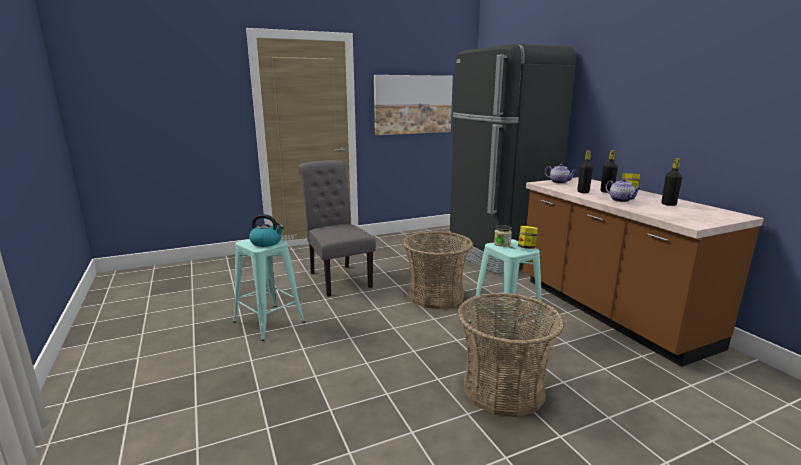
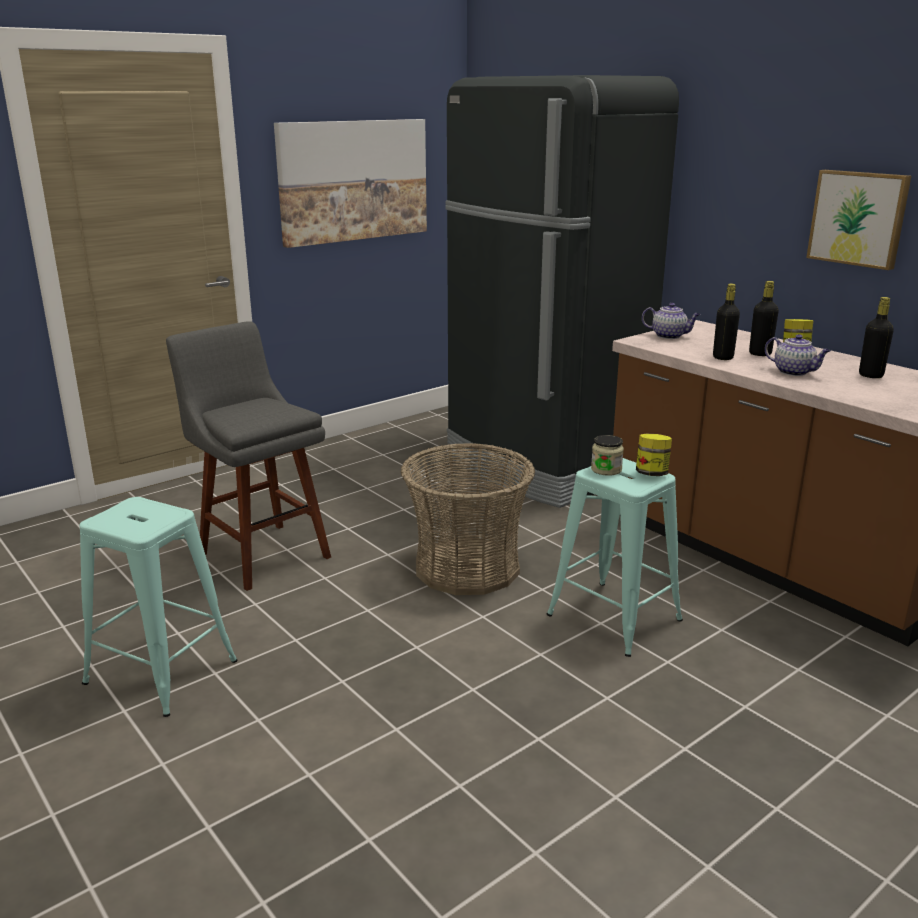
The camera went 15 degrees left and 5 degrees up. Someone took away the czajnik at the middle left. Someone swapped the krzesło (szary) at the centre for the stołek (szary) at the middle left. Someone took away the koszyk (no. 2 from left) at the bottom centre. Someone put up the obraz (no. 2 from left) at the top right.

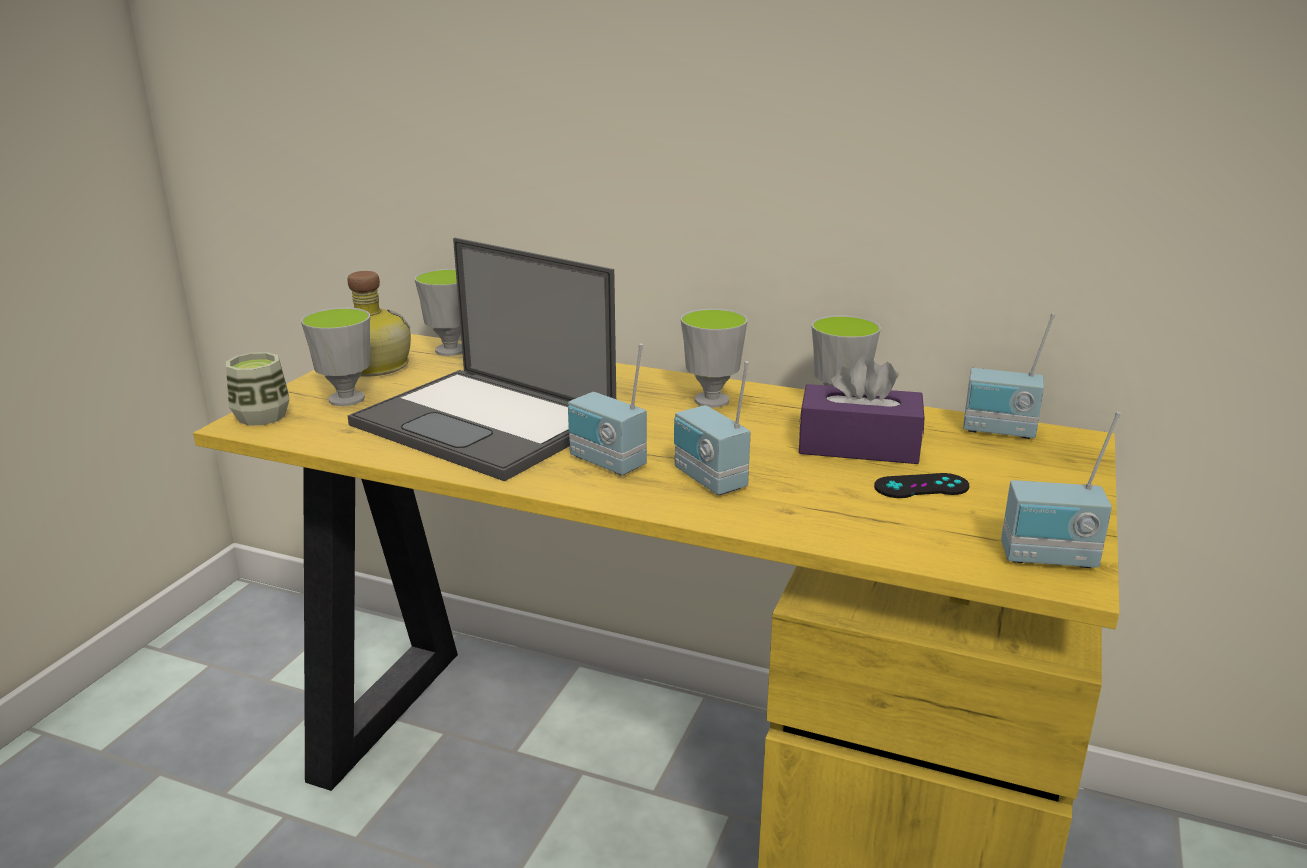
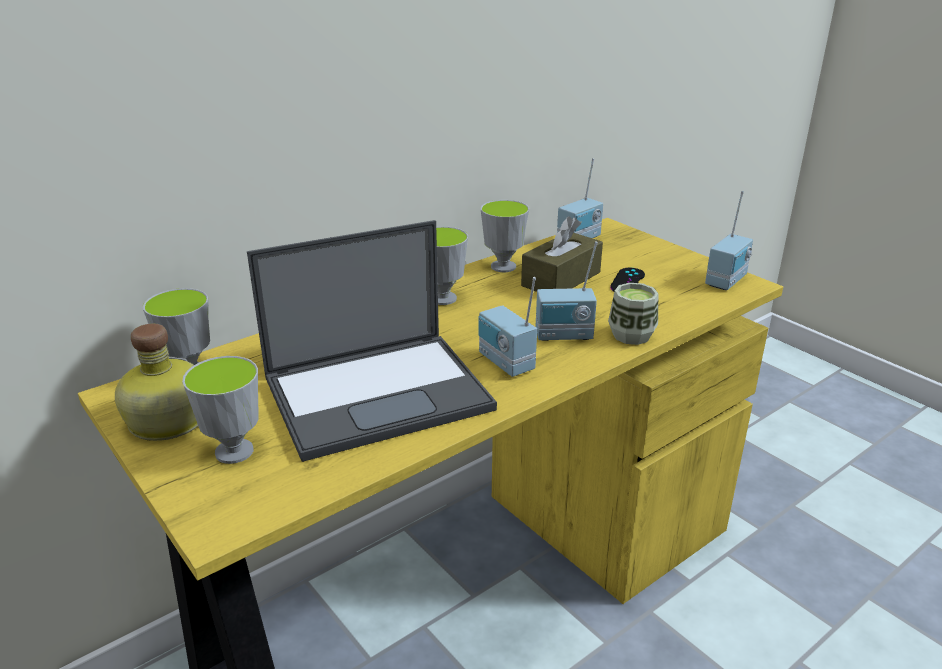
The camera went 60 degrees left and 5 degrees up. Someone carried the filiżanka (no. 1 from left in the first image) from the middle left to the middle right. Someone rotated the radio (no. 1 from left) at the centre by 75 degrees clockwise. Someone repainted the pudełko chusteczek (fioletowy) at the centre, which became the pudełko chusteczek (brązowy) at the centre.

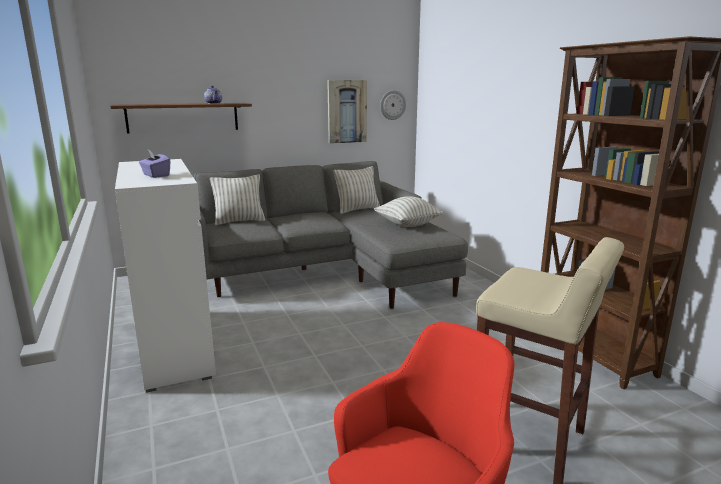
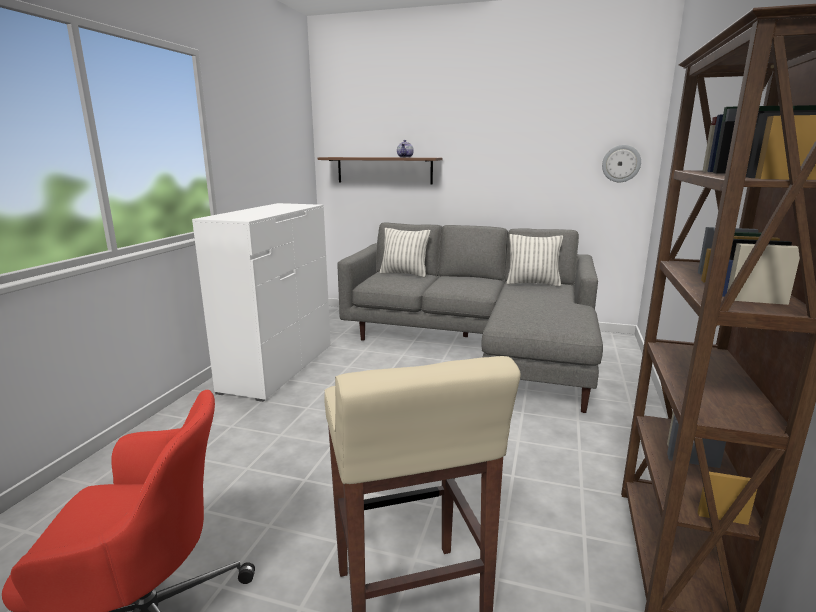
The camera went 40 degrees right and 0 degrees up. Someone took away the pudełko chusteczek (fioletowy) at the middle left. Someone took away the obraz at the top centre. Someone took away the poduszka (no. 3 from left) at the centre.

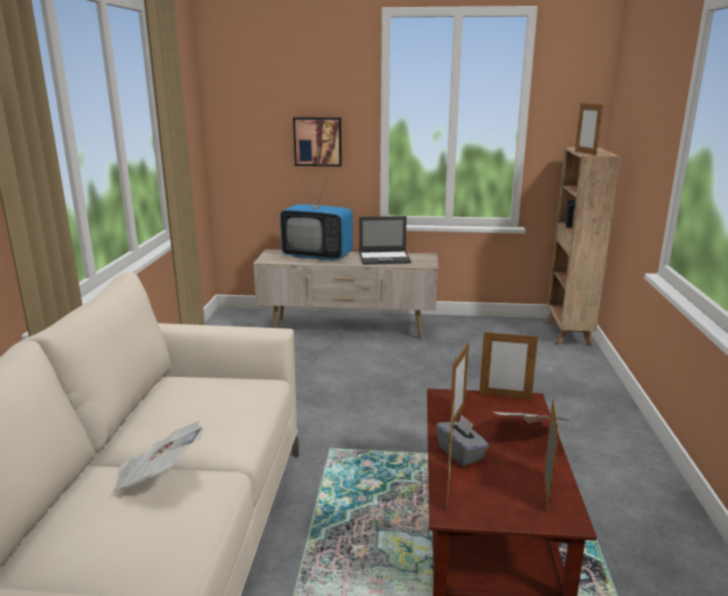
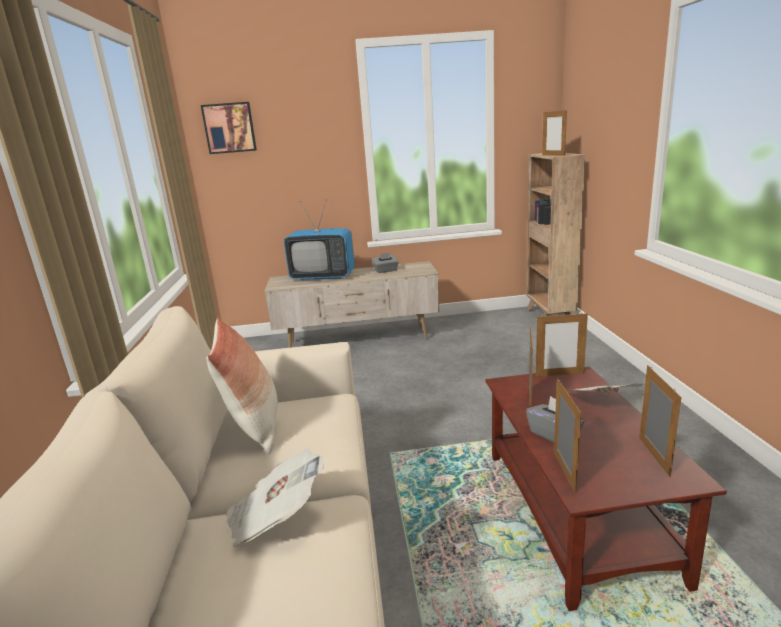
The camera went 10 degrees left and 0 degrees up. Someone carried the obraz from the top centre to the top left. Someone swapped the laptop at the centre for the pudełko chusteczek (szary) (no. 1 from left) at the centre. Someone put down the poduszka at the middle left.

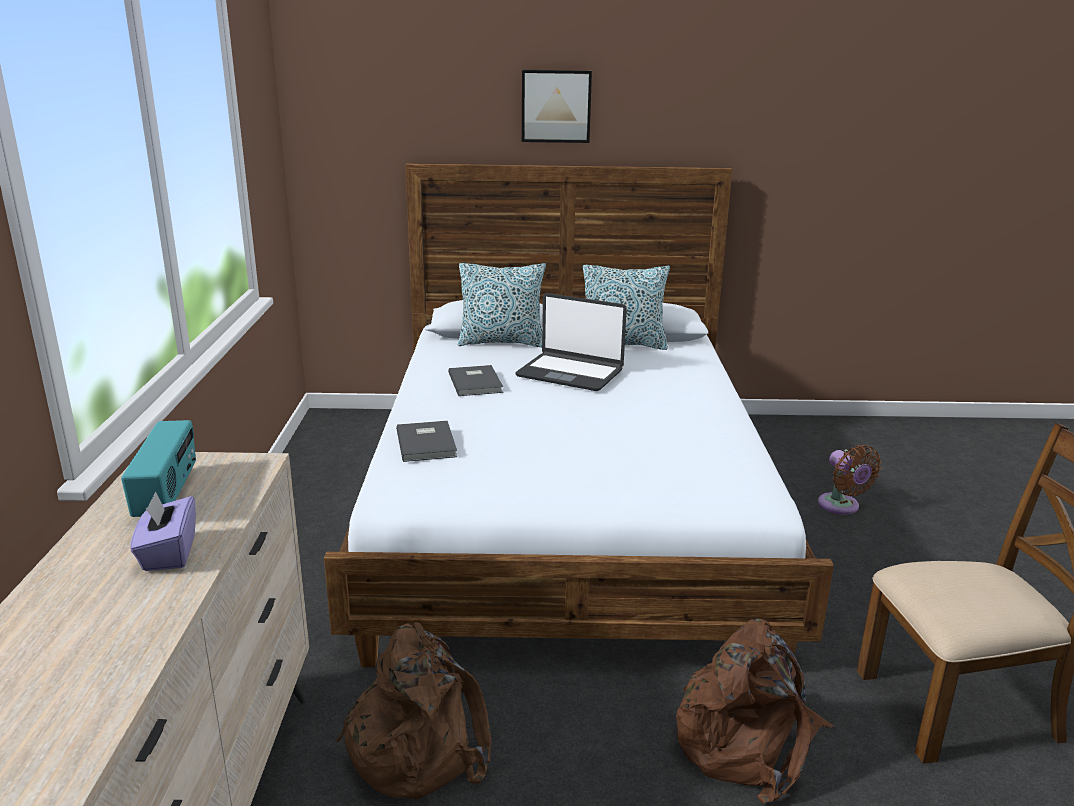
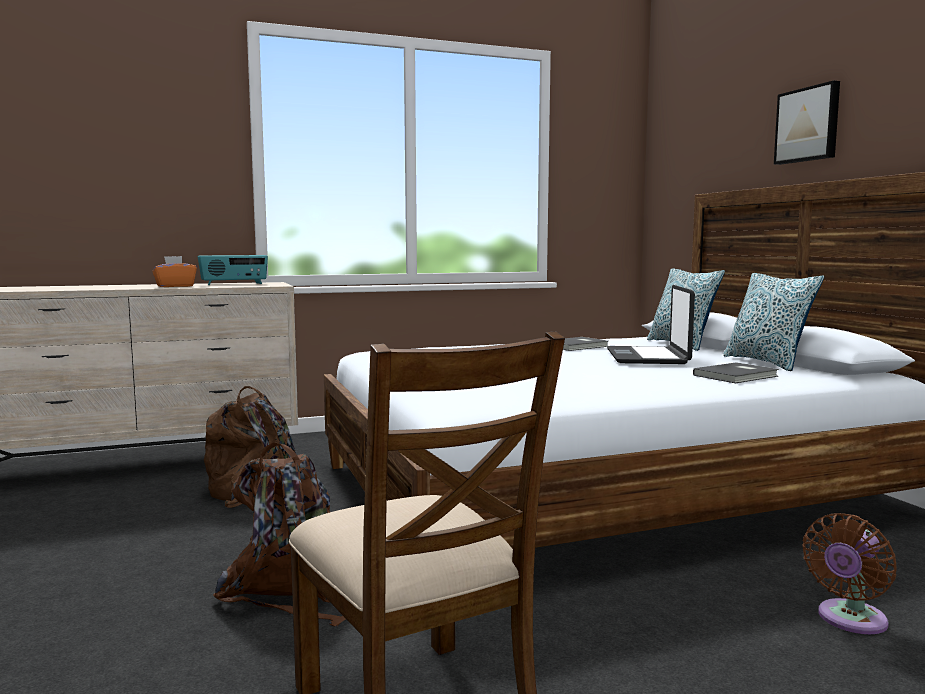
The camera went 70 degrees right and 15 degrees down. Someone repainted the pudełko chusteczek (fioletowy) at the middle left, which became the pudełko chusteczek (pomarańczowy) at the middle left. Someone carried the książka (szary) (no. 1 from left in the first image) from the centre to the middle right.

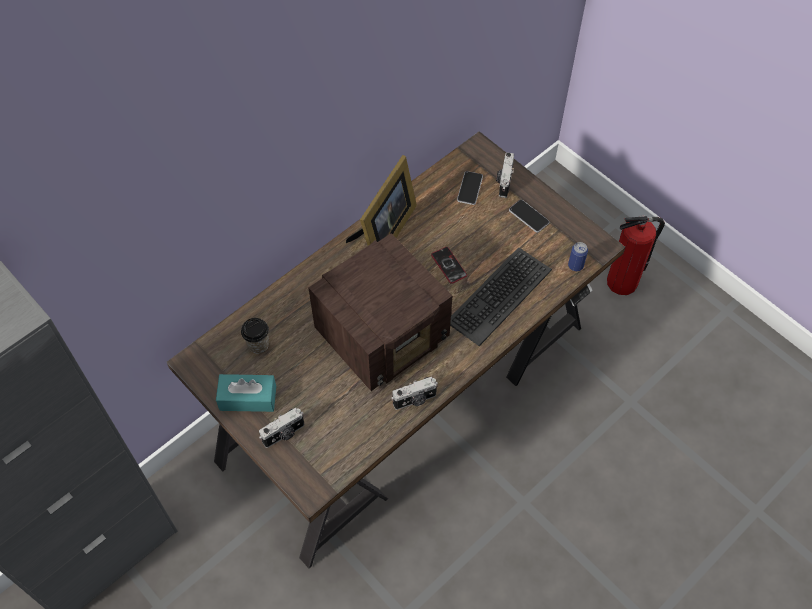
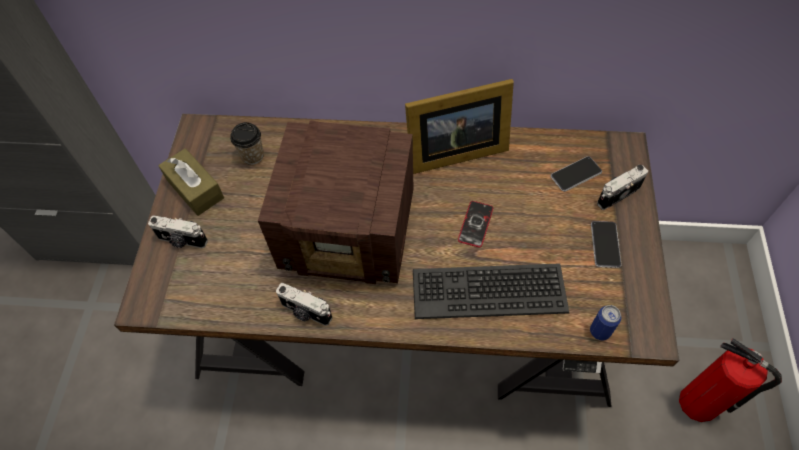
The camera went 50 degrees right and 0 degrees up. Someone repainted the pudełko chusteczek (turkusowy) at the middle left, which became the pudełko chusteczek (brązowy) at the middle left.

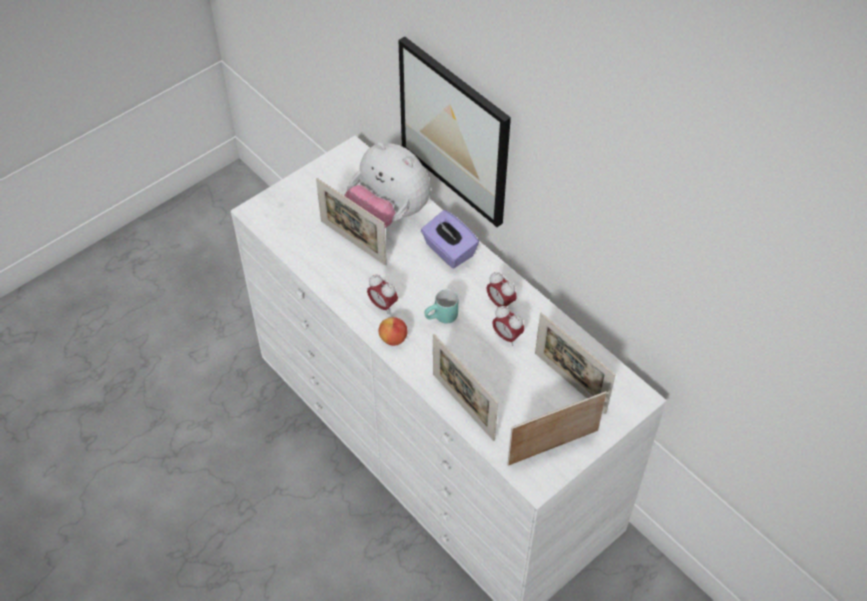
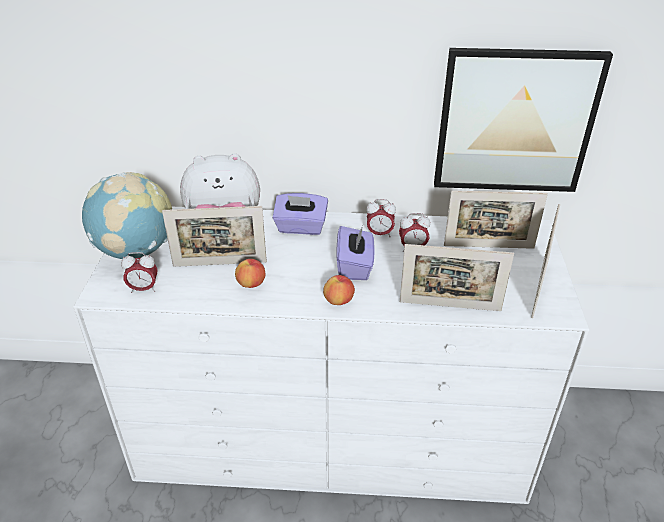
The camera went 45 degrees left and 15 degrees down. Someone carried the budzik (no. 1 from left) from the centre to the middle left. Someone carried the obraz from the top centre to the top right. Someone swapped the kubek (turkusowy) at the centre for the pudełko chusteczek (fioletowy) (no. 2 from left) at the centre. Someone put down the globus at the middle left. Someone put down the jabłko (no. 1 from left) at the centre.

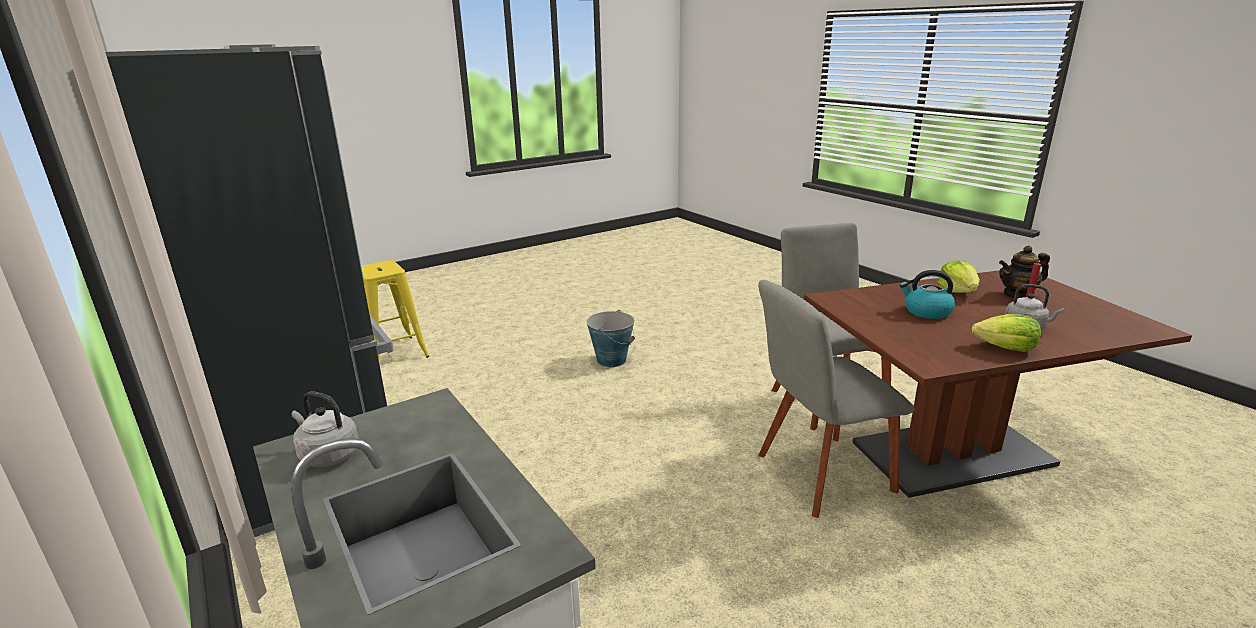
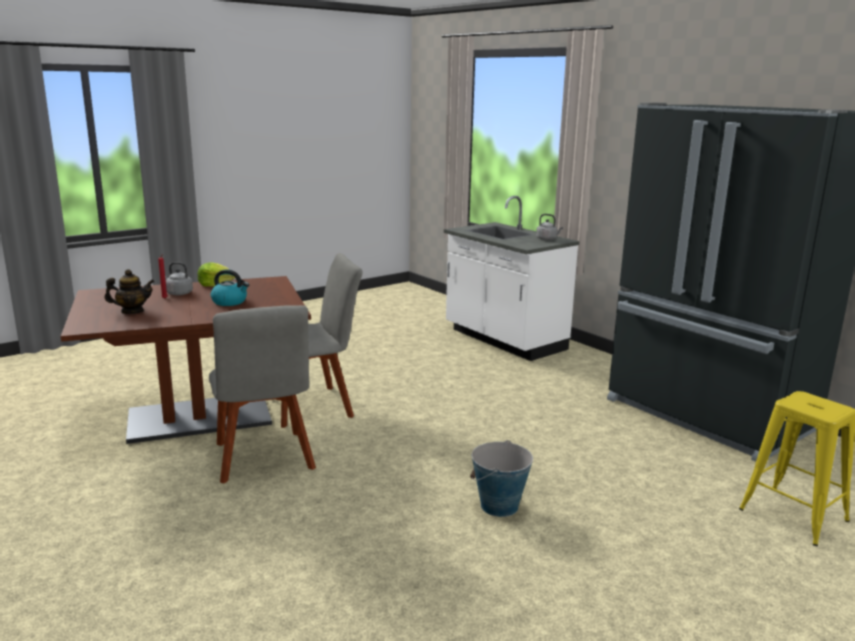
The camera went 175 degrees right and 5 degrees down. Someone took away the sałata (no. 1 from left) at the middle right.

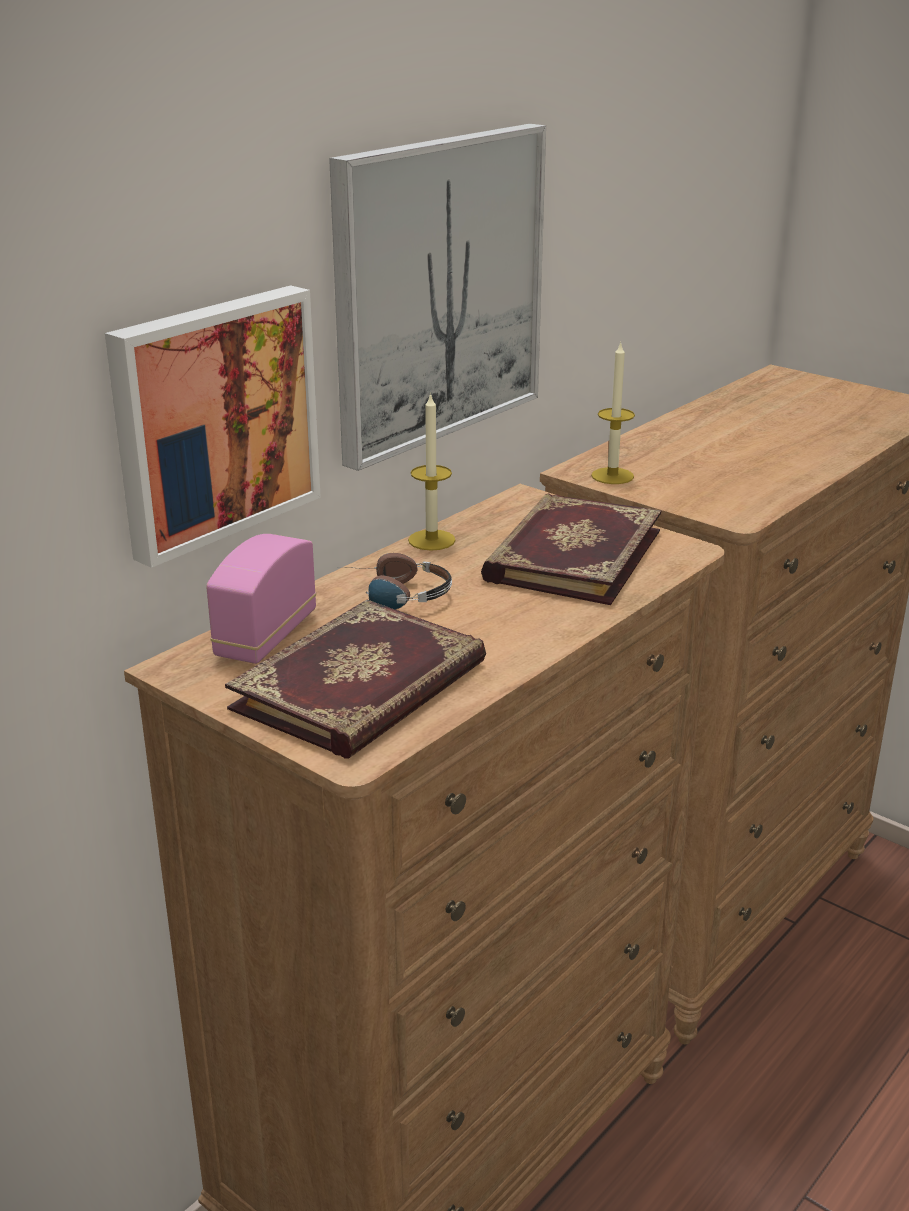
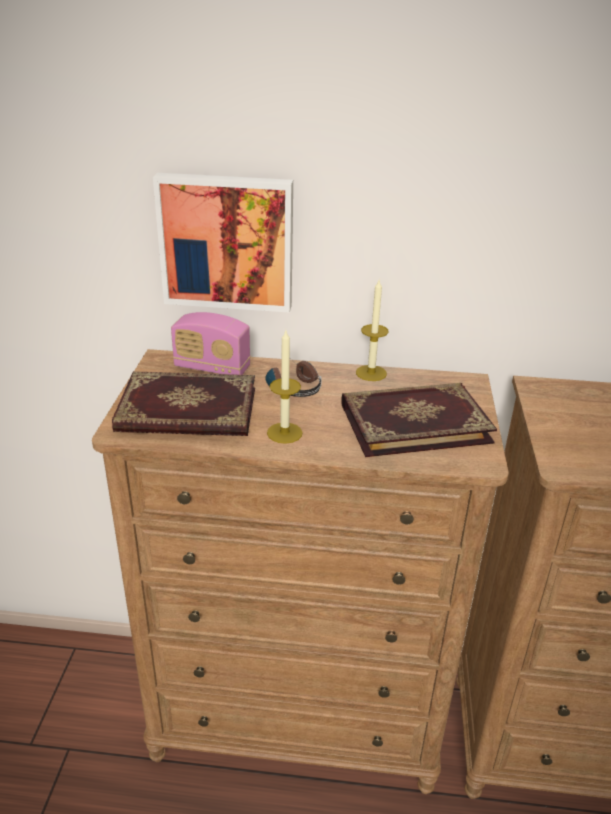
The camera went 55 degrees right and 5 degrees up. Someone rotated the radio at the middle left by 150 degrees counterclockwise. Someone took away the obraz (no. 2 from left) at the top centre. Someone carried the świeca (no. 2 from left in the first image) from the middle right to the centre.

